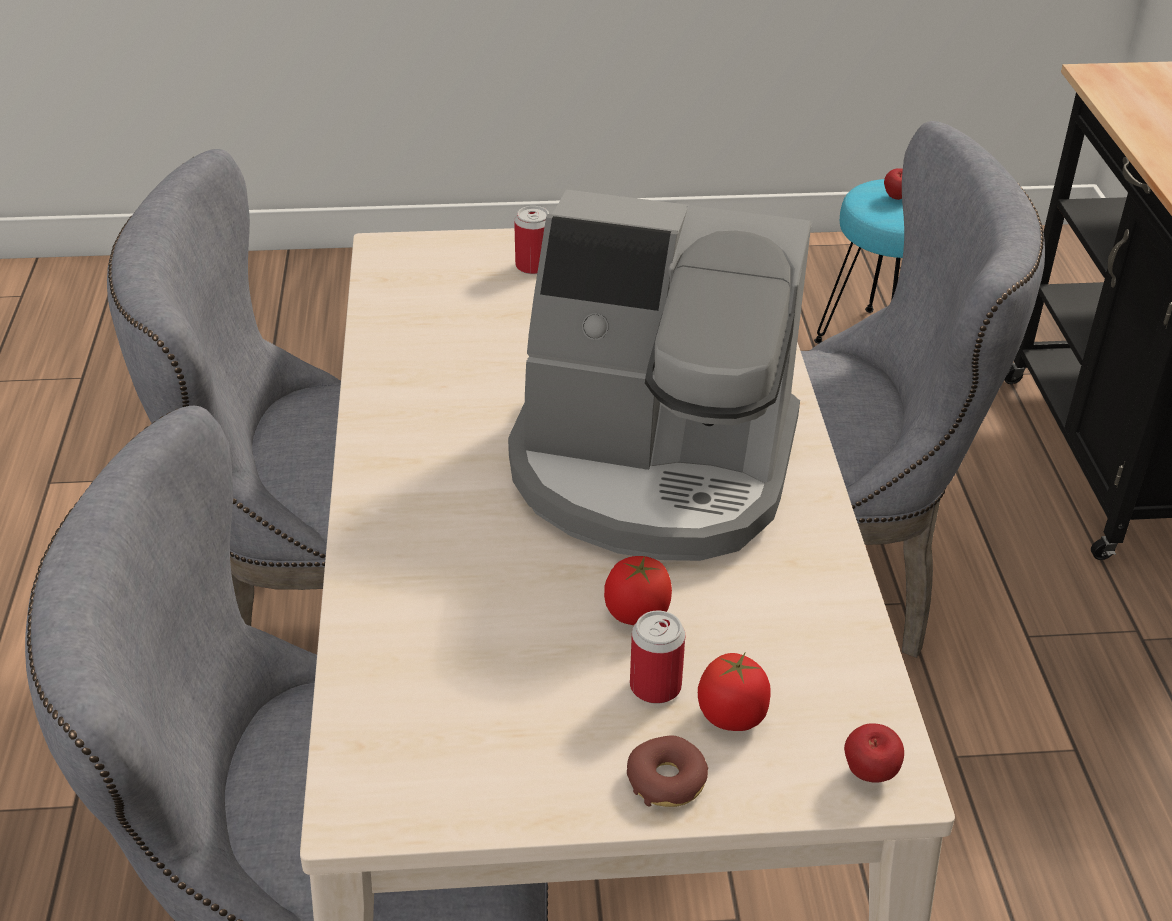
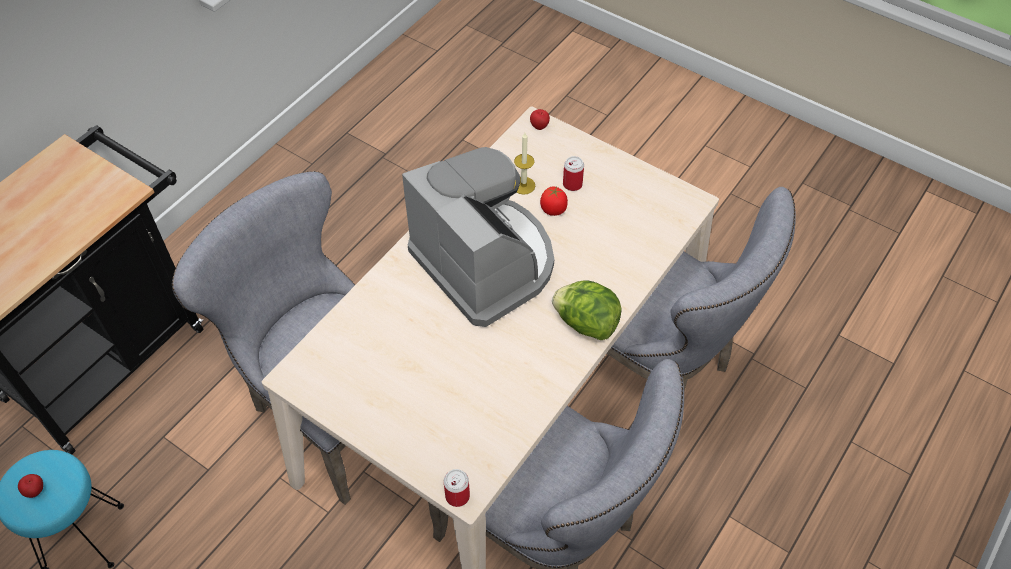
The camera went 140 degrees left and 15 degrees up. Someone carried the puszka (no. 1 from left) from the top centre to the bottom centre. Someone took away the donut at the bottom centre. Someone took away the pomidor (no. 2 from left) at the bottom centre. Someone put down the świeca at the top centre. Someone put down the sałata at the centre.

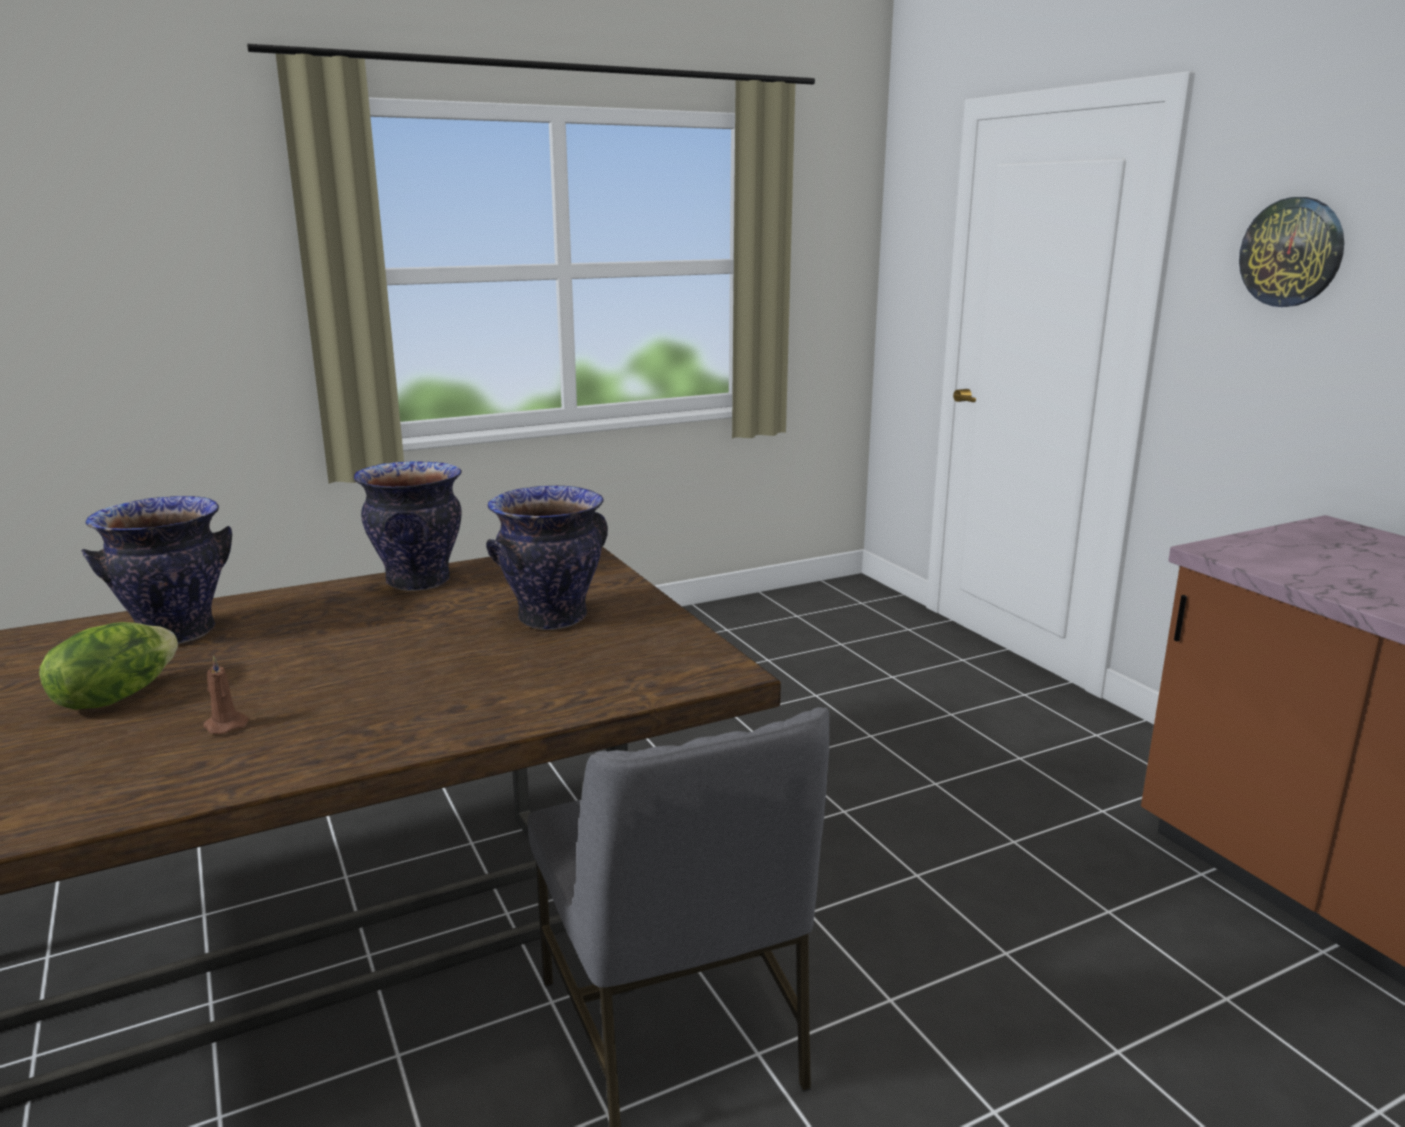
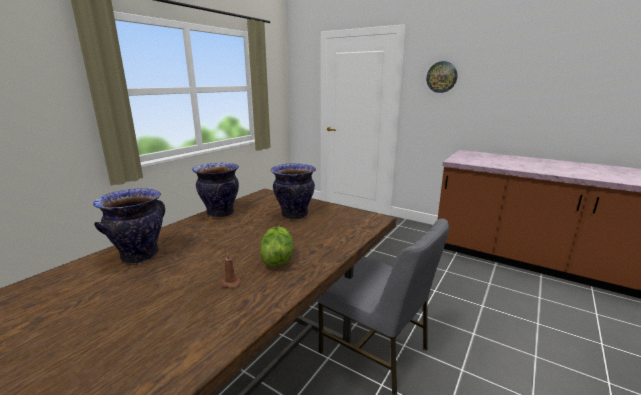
The camera went 30 degrees left and 0 degrees up. Someone carried the sałata from the middle left to the centre.

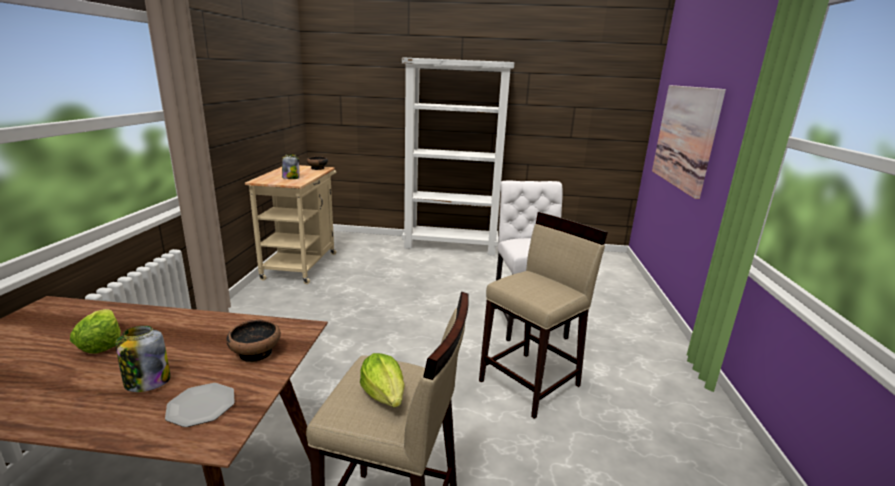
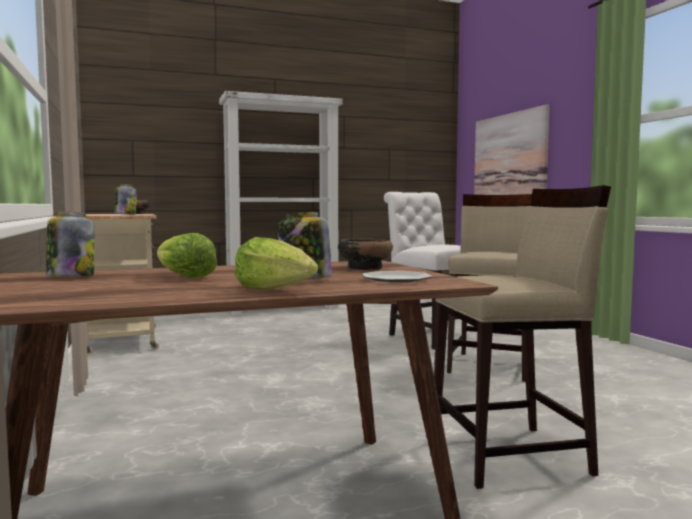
The camera went 25 degrees left and 15 degrees down. Someone carried the sałata (no. 2 from left) from the bottom centre to the centre. Someone put down the słoik (no. 1 from left) at the middle left.

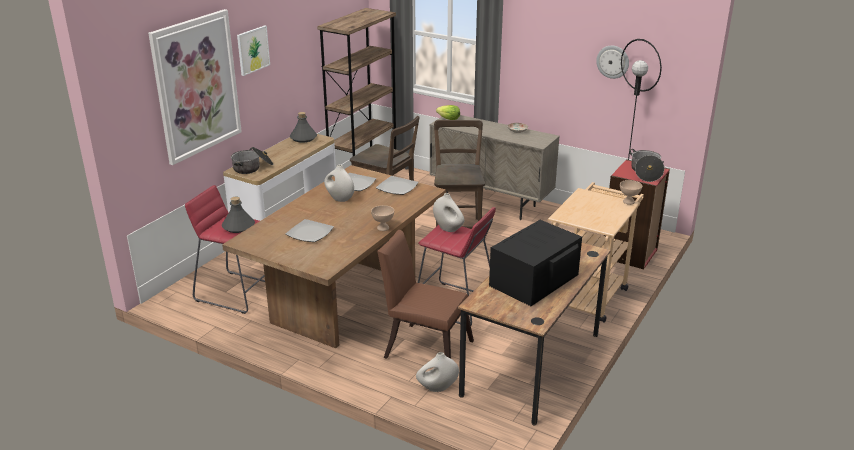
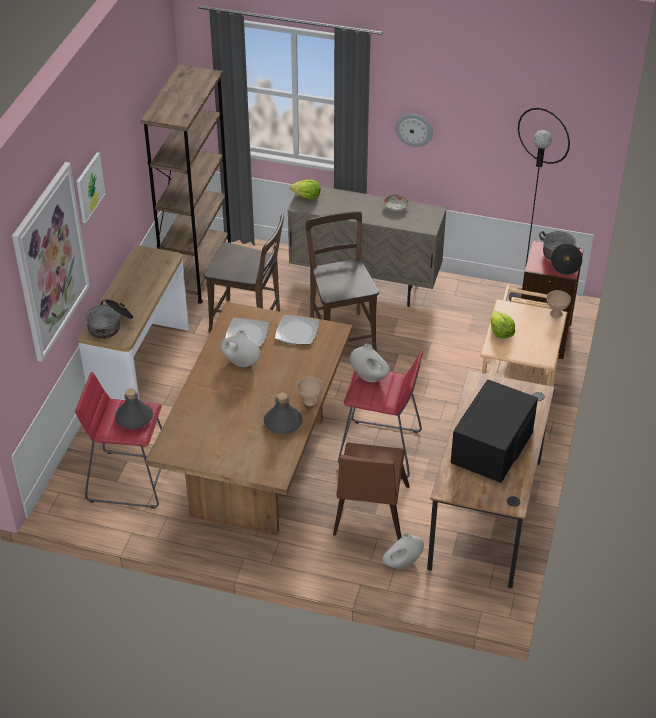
The camera went 15 degrees left and 15 degrees up. Someone took away the talerz (no. 1 from left) at the centre. Someone carried the butelka (szary) (no. 2 from left) from the top centre to the centre. Someone rotated the krzesło (brązowy) (no. 2 from left in the first image) at the centre by 90 degrees counterclockwise. Someone carried the zegar ścienny from the top right to the top centre. Someone put down the sałata (no. 2 from left) at the middle right.

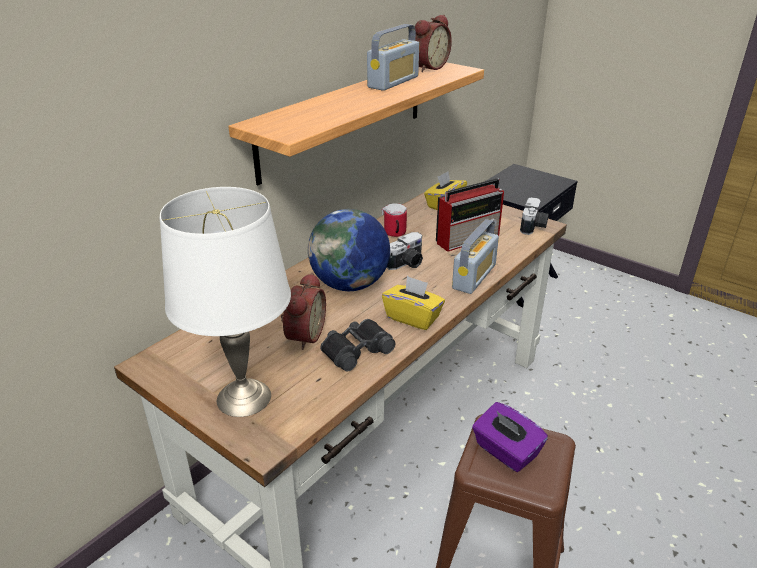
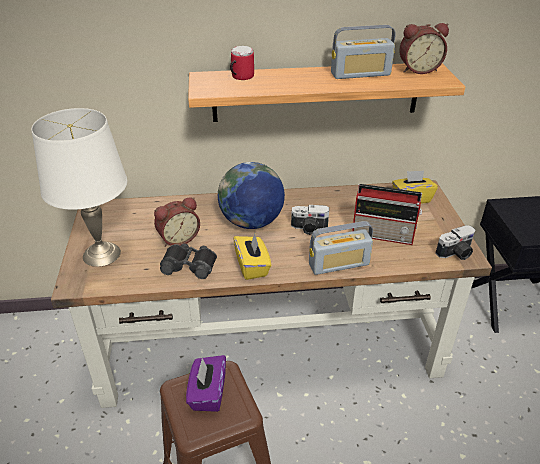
The camera went 45 degrees right and 5 degrees up. Someone carried the kubek from the centre to the top centre.

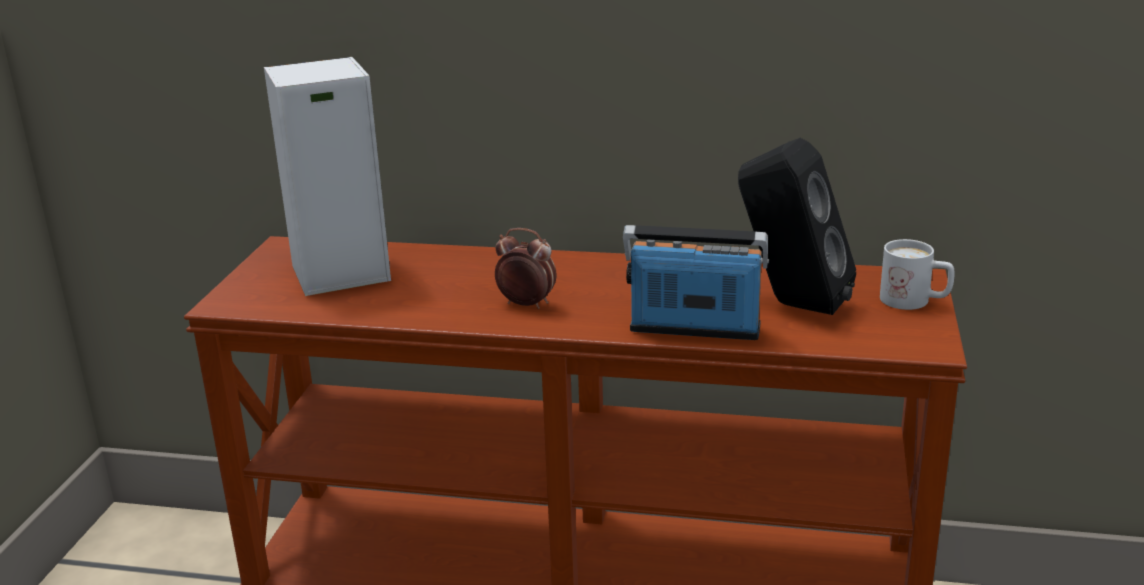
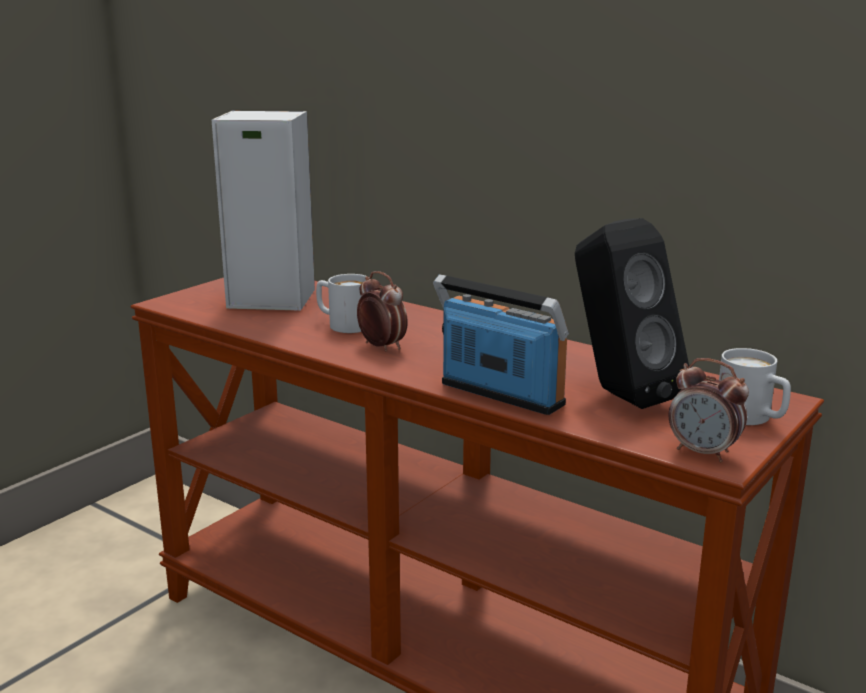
The camera went 25 degrees right and 5 degrees down. Someone put down the kubek (biały) (no. 1 from left) at the centre. Someone put down the budzik (no. 2 from left) at the middle right.

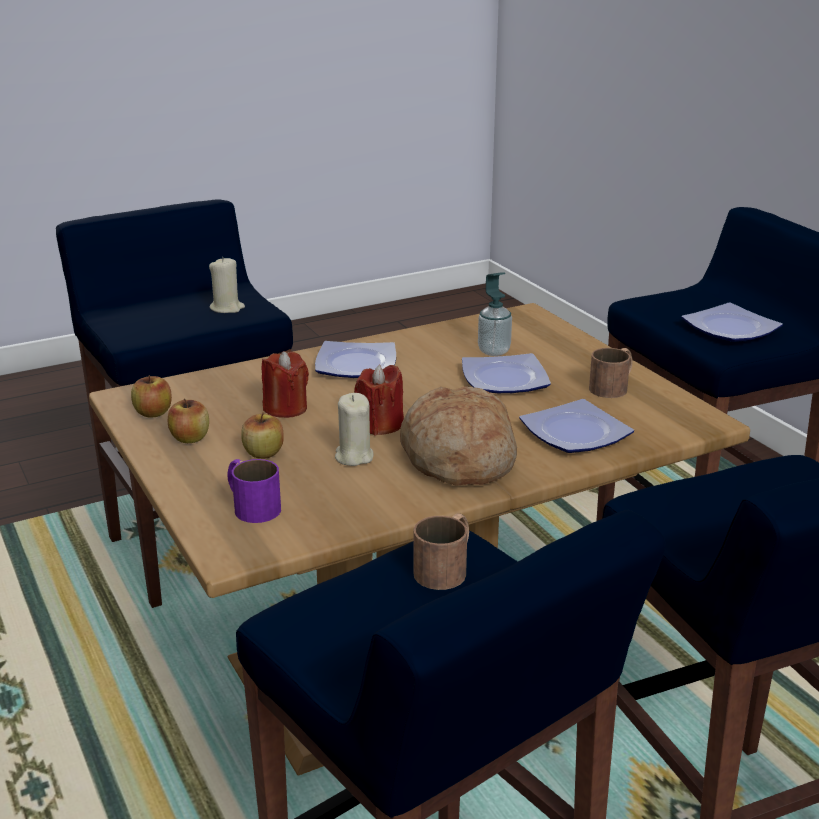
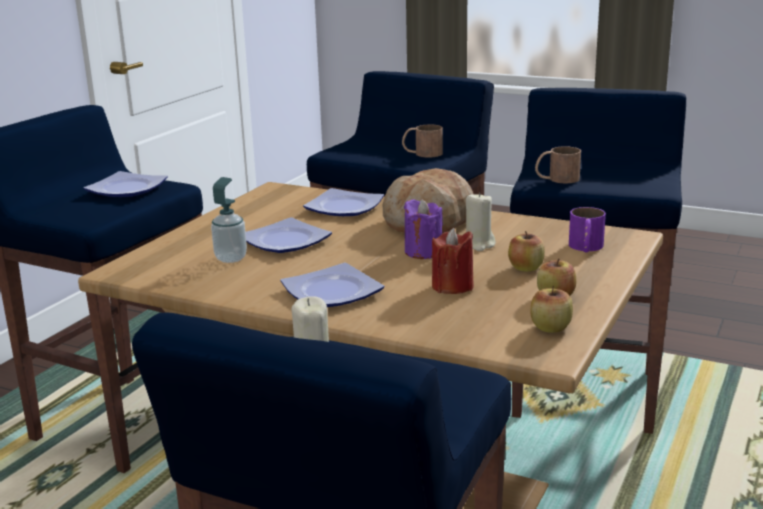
The camera went 125 degrees left and 5 degrees down. Someone repainted the świeca (czerwony) (no. 2 from left) at the centre, which became the świeca (fioletowy) at the centre. Someone carried the kubek (brązowy) (no. 2 from left in the first image) from the middle right to the top centre.

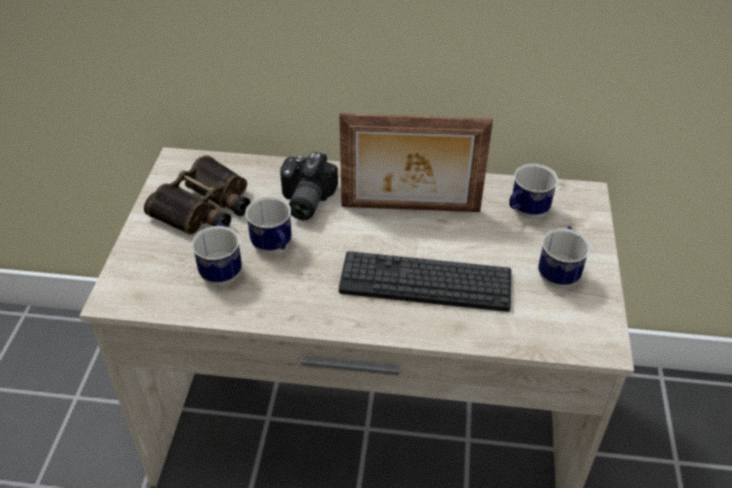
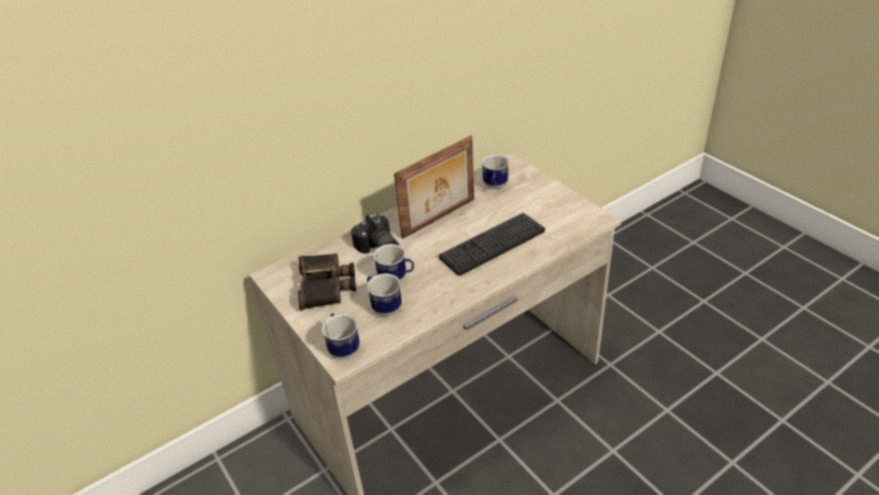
The camera went 40 degrees left and 5 degrees down. Someone carried the kubek (no. 4 from left in the first image) from the middle right to the bottom centre.

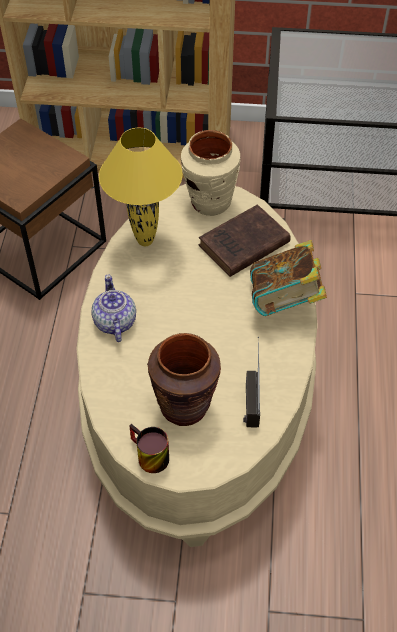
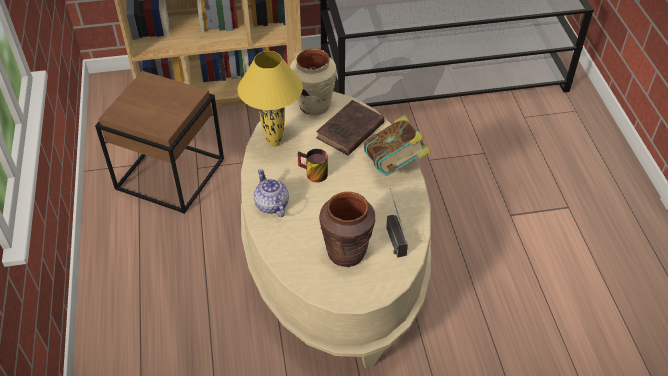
The camera went 15 degrees left and 5 degrees down. Someone carried the kubek from the bottom centre to the centre.

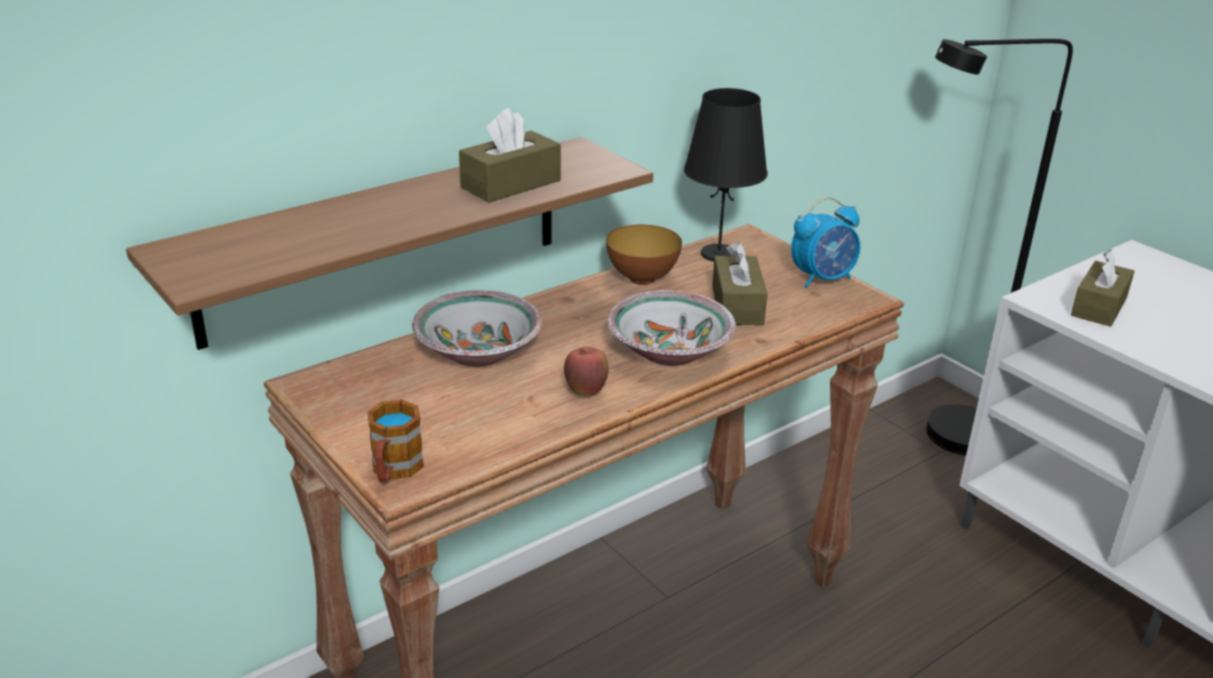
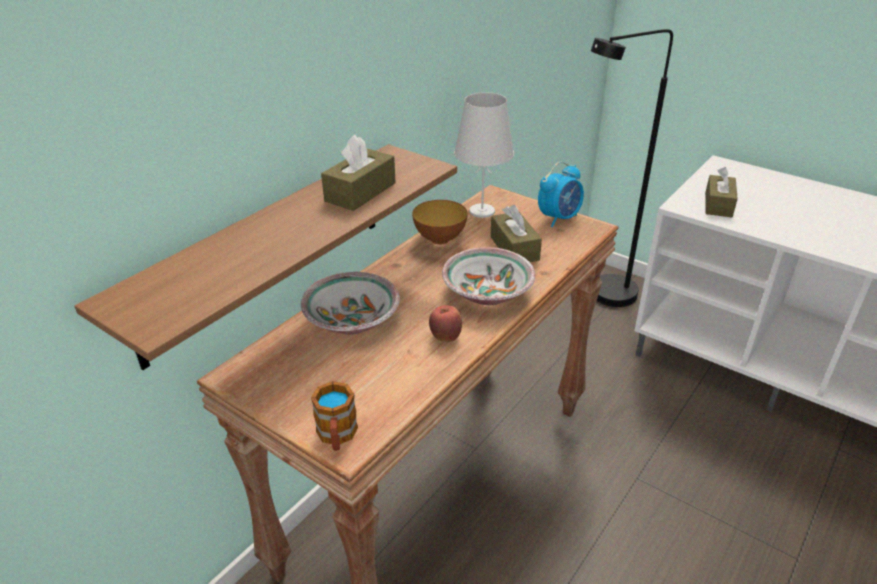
The camera went 15 degrees left and 5 degrees up. Someone repainted the lampa stołowa (czarny) at the top centre, which became the lampa stołowa (biały) at the top centre.

